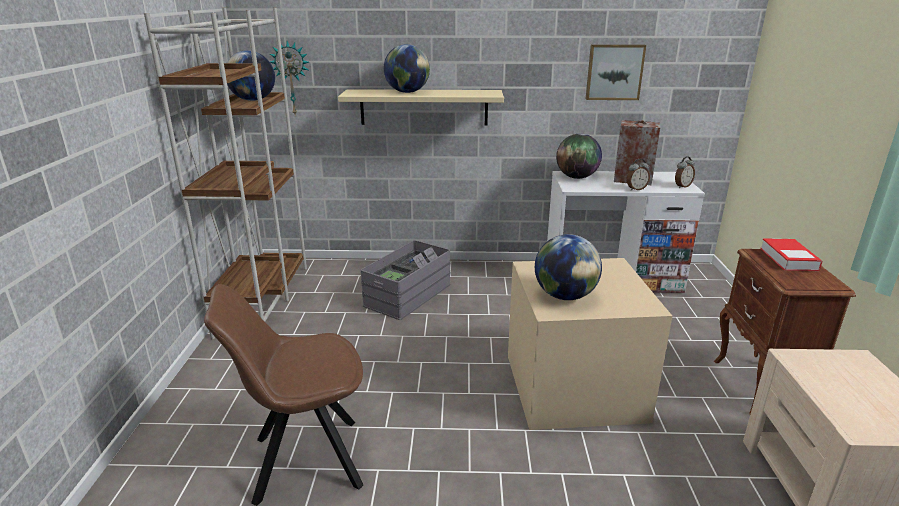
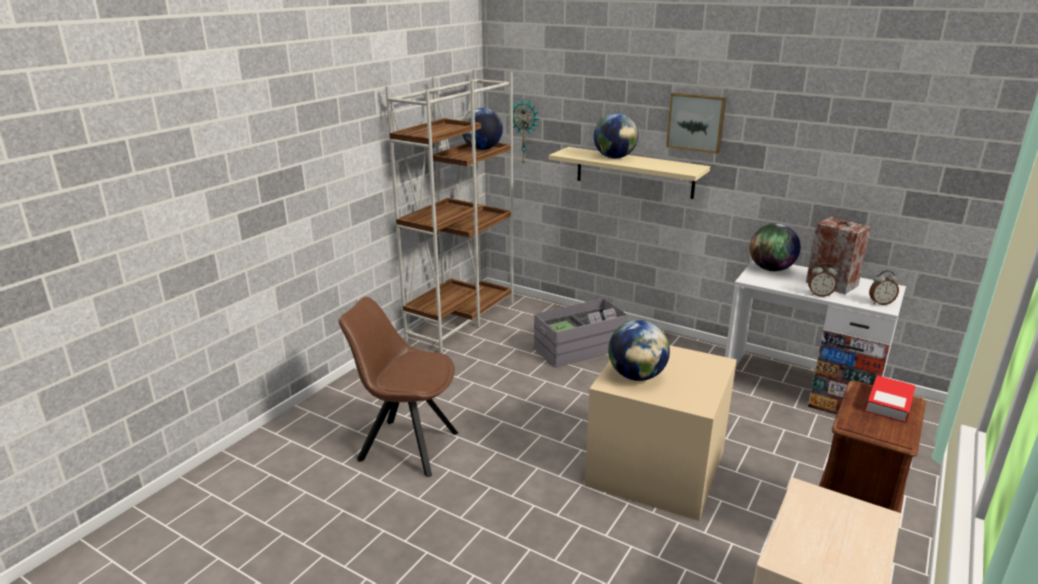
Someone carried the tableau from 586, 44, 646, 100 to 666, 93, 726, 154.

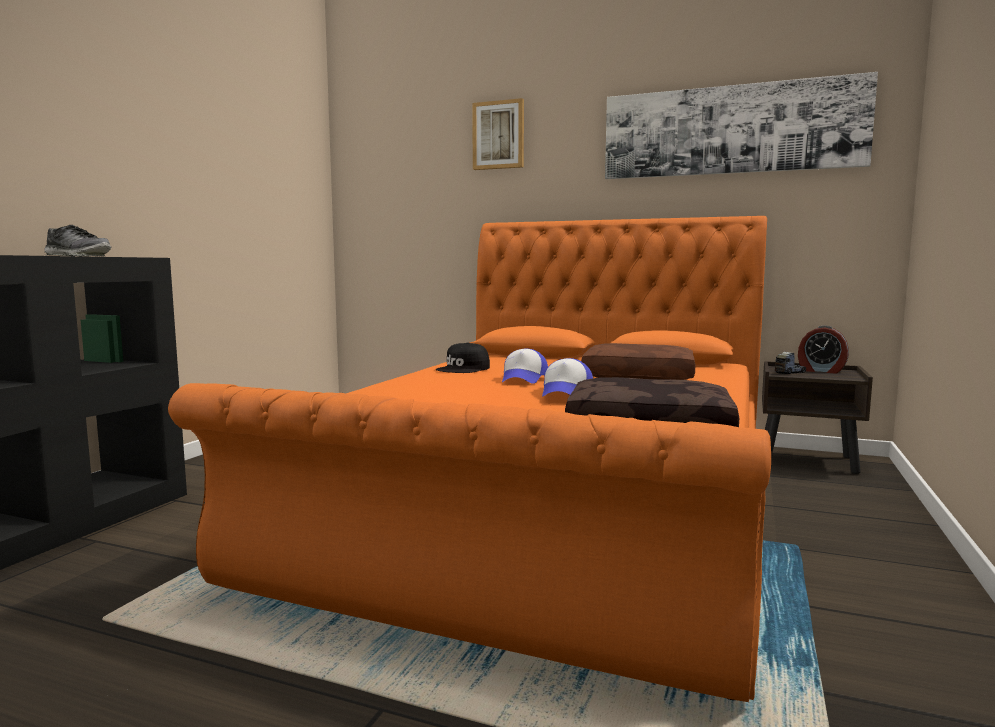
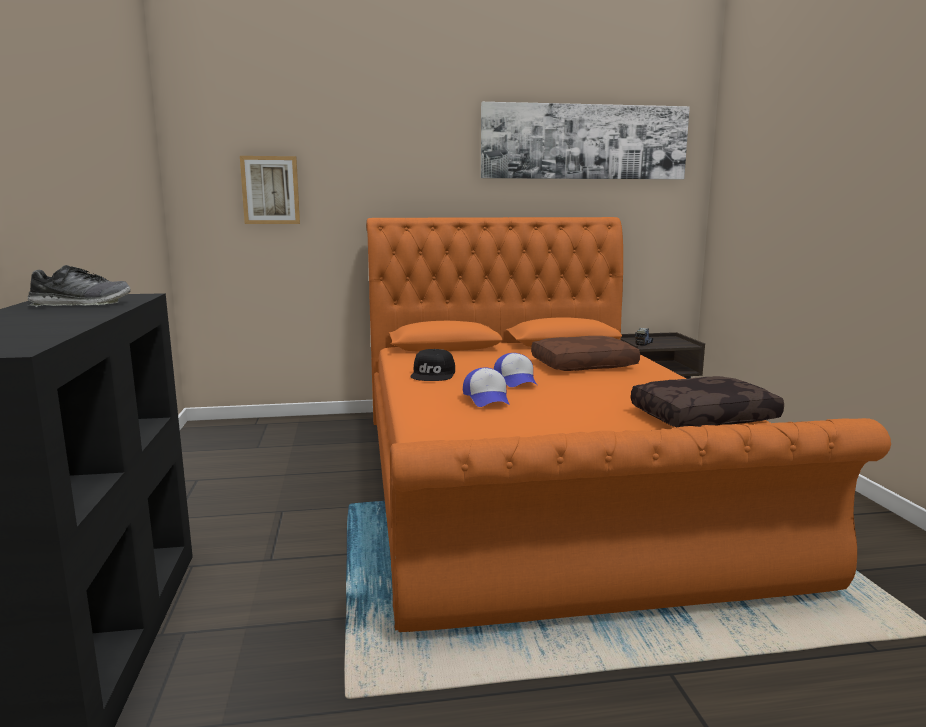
Someone carried the tableau from 472, 98, 524, 170 to 240, 156, 300, 224.
Someone took away the réveil at 798, 326, 849, 374.
Someone carried the casquette from 542, 358, 593, 396 to 463, 367, 510, 407.

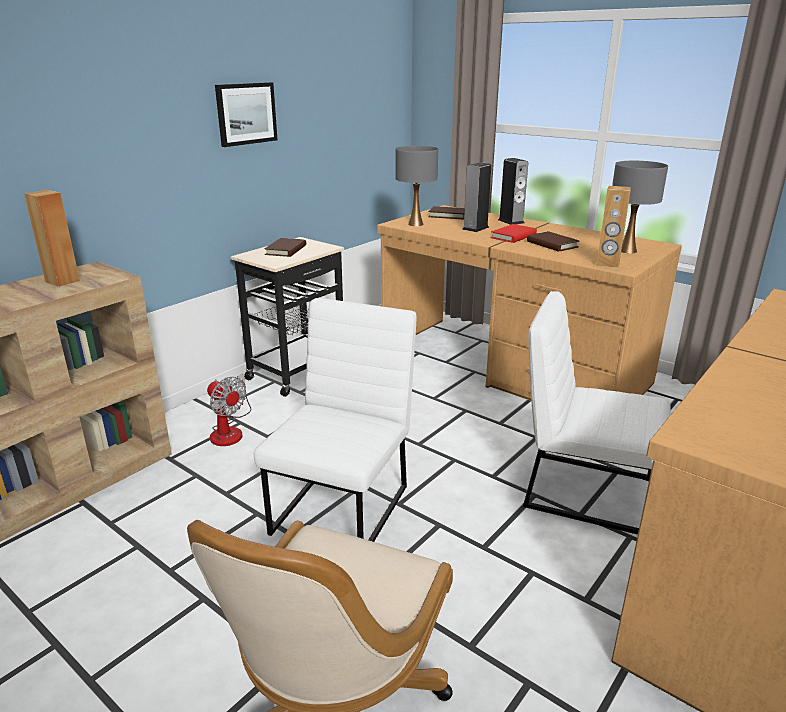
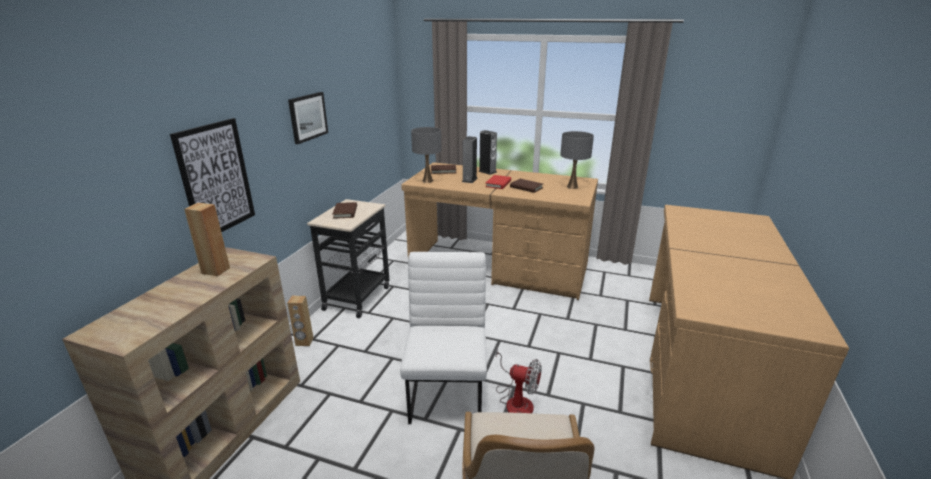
Someone carried the enceinte/marron from 597, 186, 631, 268 to 287, 296, 314, 346.
Someone took away the chaise/blanc at 523, 291, 671, 535.
Someone carried the ventilateur from 207, 374, 251, 446 to 495, 346, 542, 413.
Someone put up the tableau at 170, 118, 255, 232.

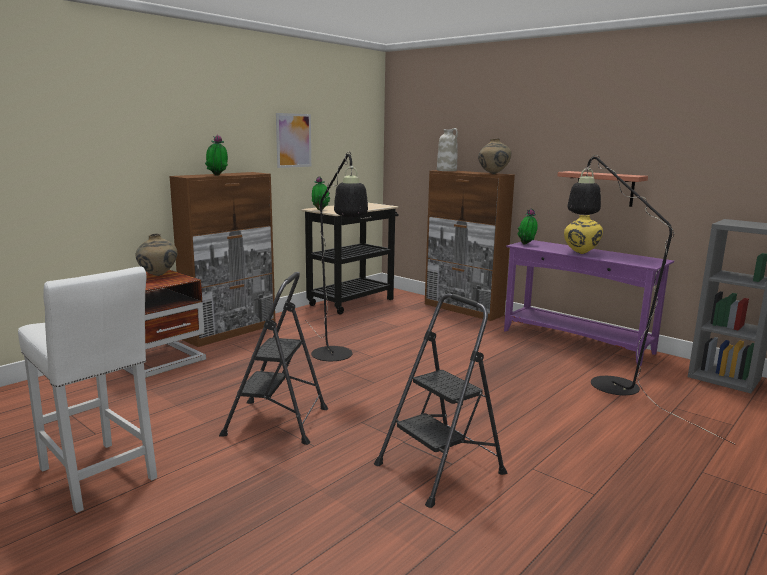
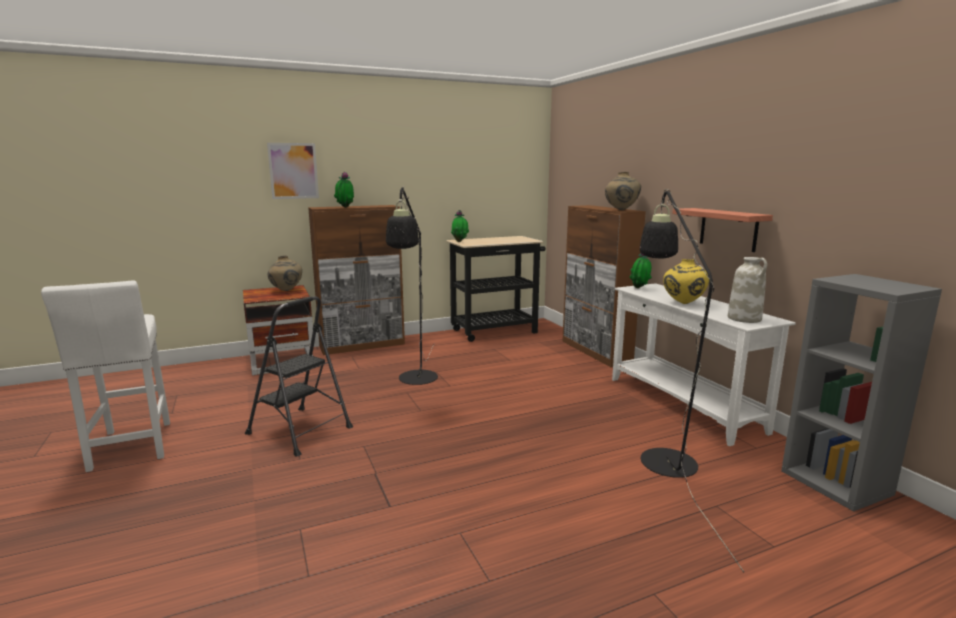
Someone carried the tableau from 276, 113, 311, 168 to 267, 143, 319, 199.
Someone carried the vase/blanc from 437, 128, 458, 171 to 728, 257, 767, 323.
Someone repainted the table console/violet at 504, 240, 674, 366, which became the table console/blanc at 612, 283, 796, 446.
Someone took away the escabeau/noir at 374, 294, 508, 508.

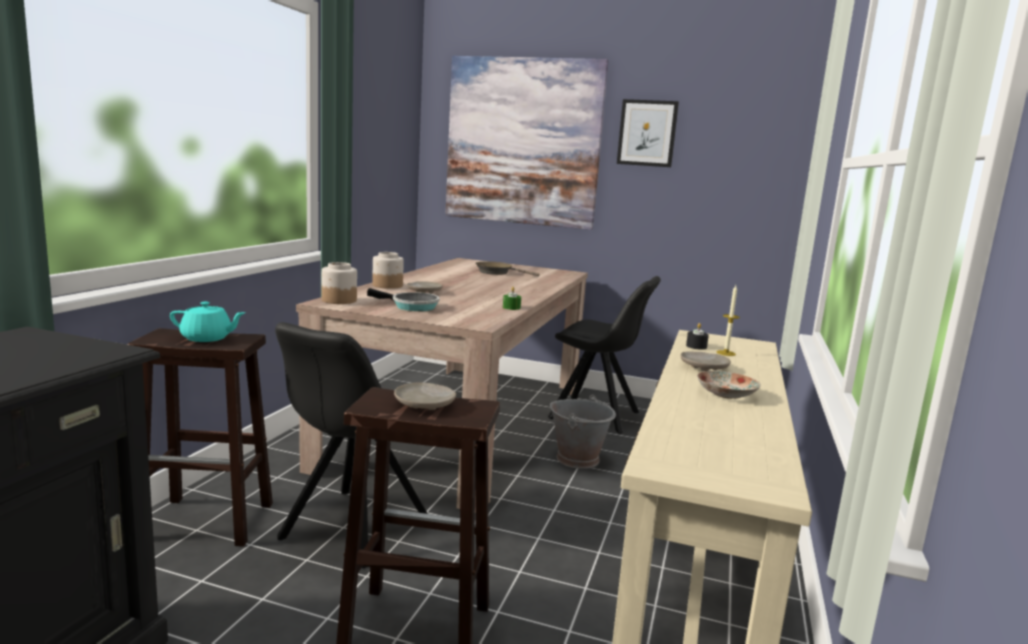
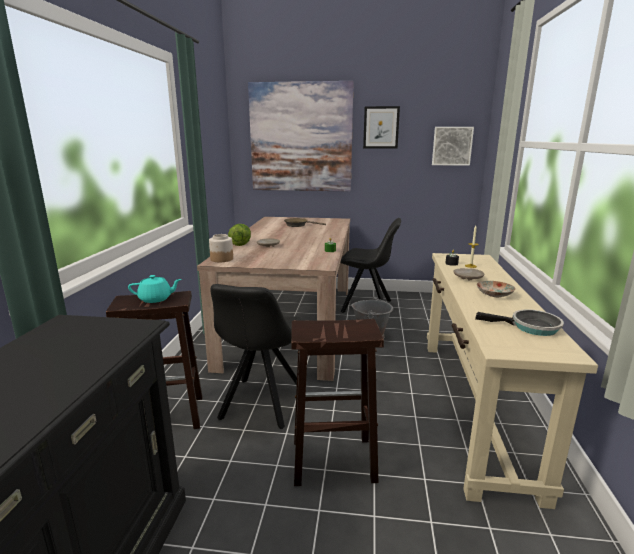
Someone swapped the bocal at 372, 252, 404, 289 for the laitue at 228, 224, 251, 246.
Someone carried the poêle from 367, 288, 440, 311 to 475, 309, 564, 336.
Someone took away the assiette/beige at 394, 382, 456, 410.
Someone put up the tableau at 432, 127, 474, 166.

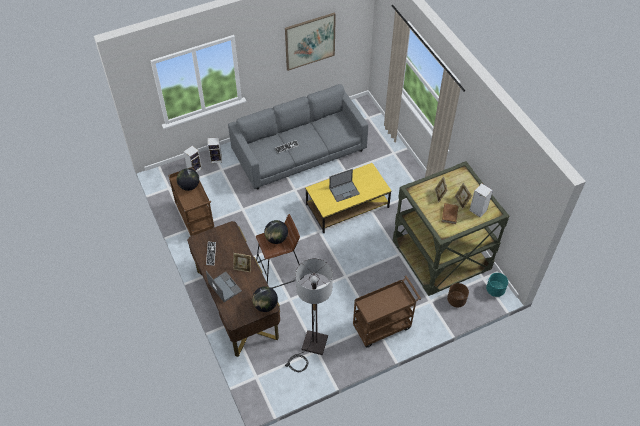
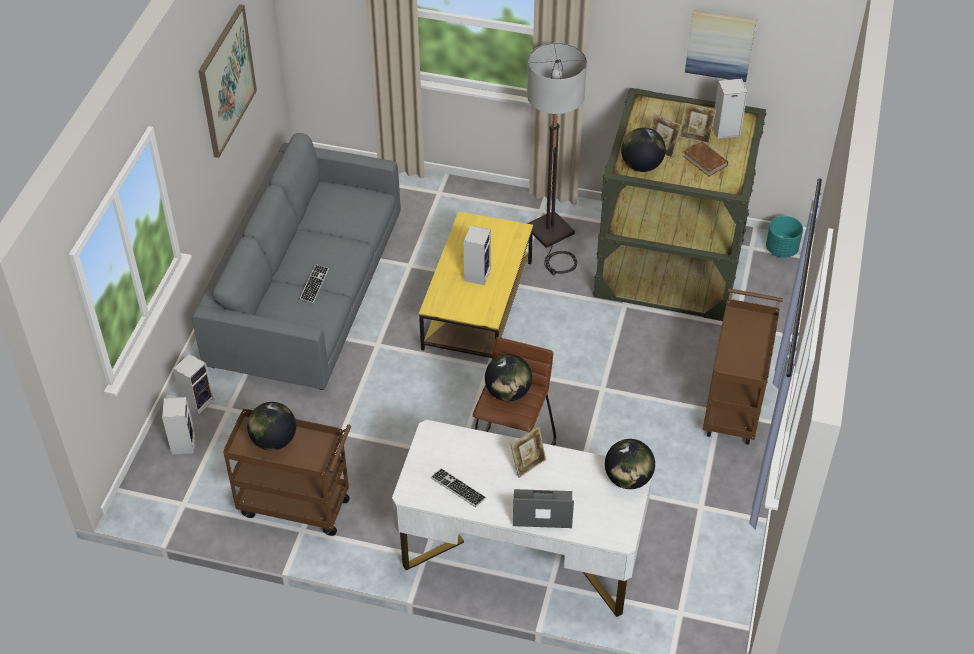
Someone swapped the ordinateur portable at 329, 169, 360, 202 for the enceinte at 464, 225, 491, 285.
Someone repainted the bureau/marron at 187, 221, 280, 357, which became the bureau/blanc at 392, 420, 652, 617.
Someone carried the lampadaire from 285, 258, 333, 372 to 527, 43, 587, 275.
Someone took away the cache-pot/marron at 447, 283, 469, 307.
Someone put up the tableau at 685, 10, 756, 82.
Someone put down the globe at 621, 128, 666, 172.

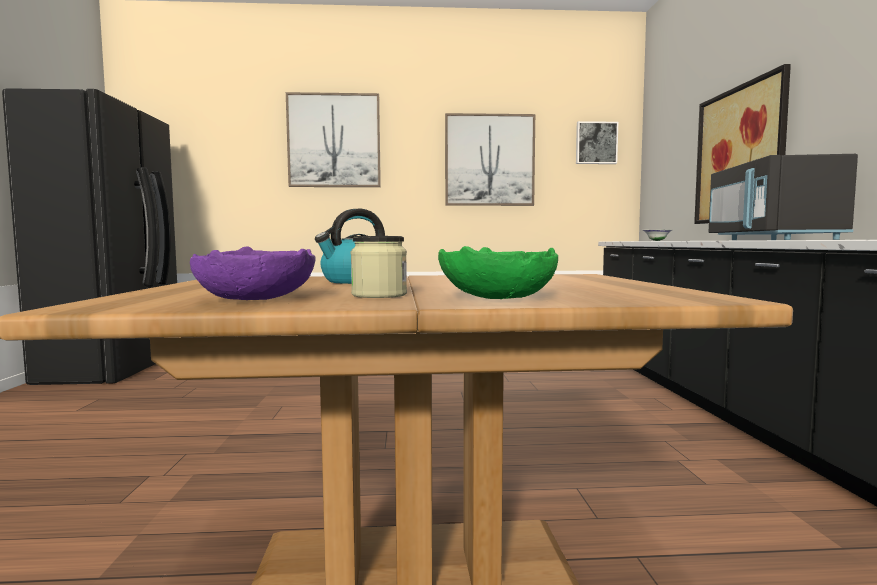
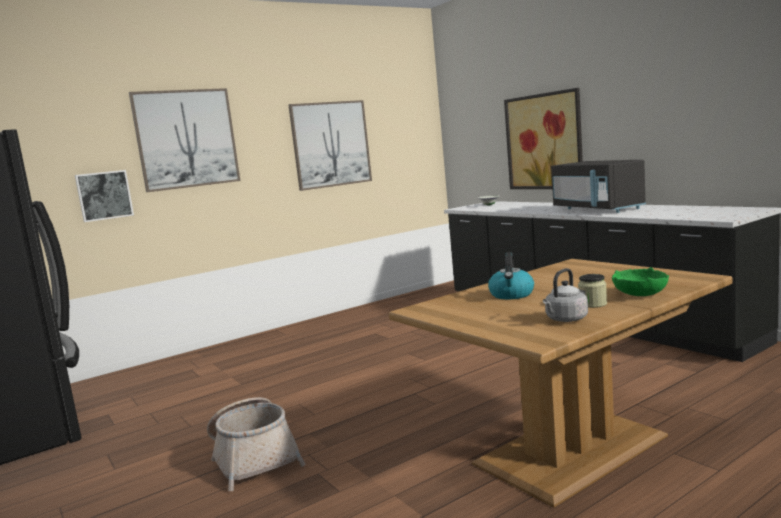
Someone carried the tableau from 576, 121, 618, 164 to 75, 170, 134, 222.
Someone swapped the bol/violet at 190, 246, 316, 300 for the bouilloire/gris at 543, 268, 588, 322.
Someone put down the panier at 207, 397, 305, 491.

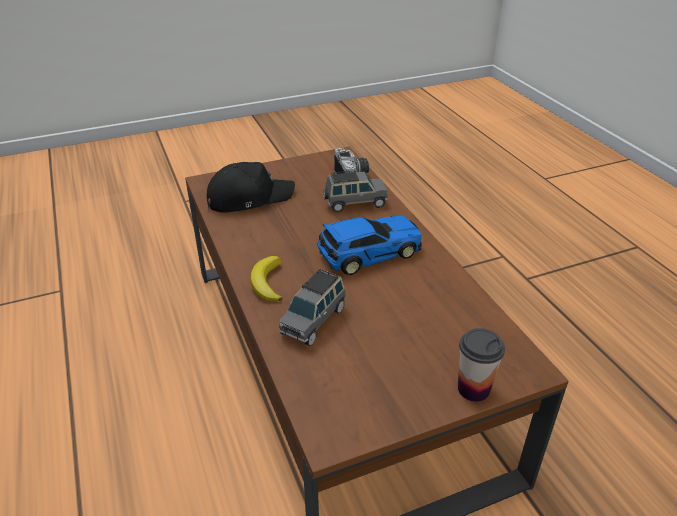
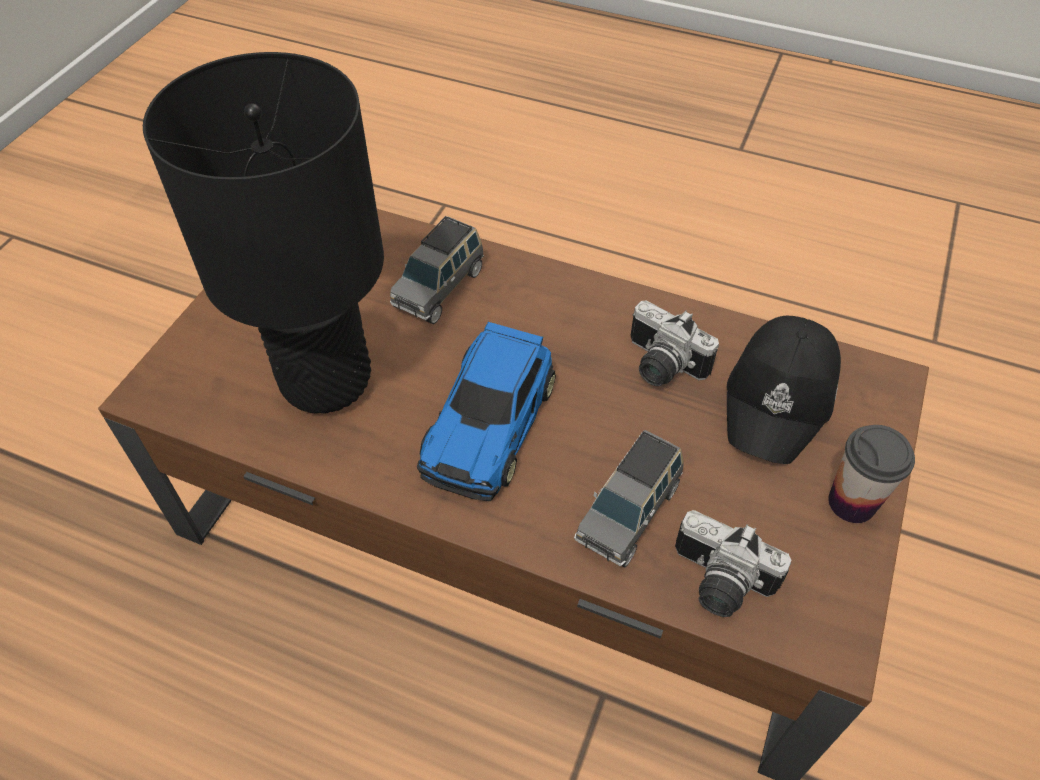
Someone took away the banane at 250, 256, 283, 302.
Someone rotated the petite voiture/gris at 278, 269, 346, 346 by 135 degrees counterclockwise.
Someone carried the tasse from 458, 328, 505, 402 to 828, 425, 915, 523.
Someone put down the lampe de table/noir at 143, 52, 384, 414.
Someone put down the appareil photo at 631, 300, 719, 386.

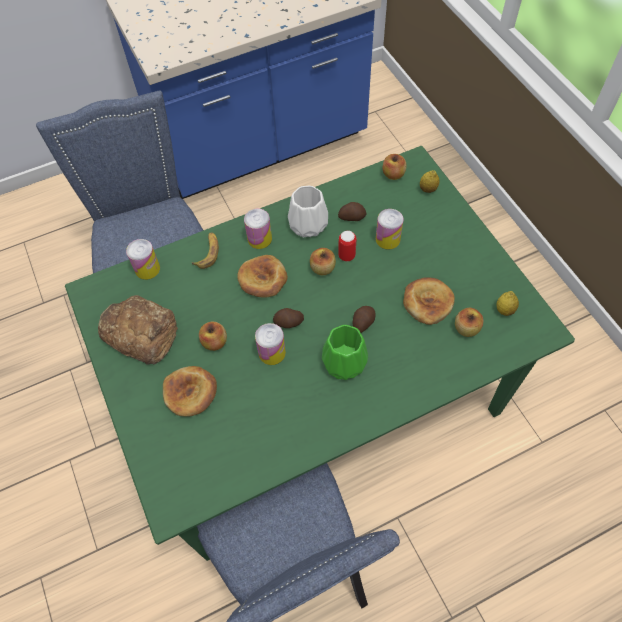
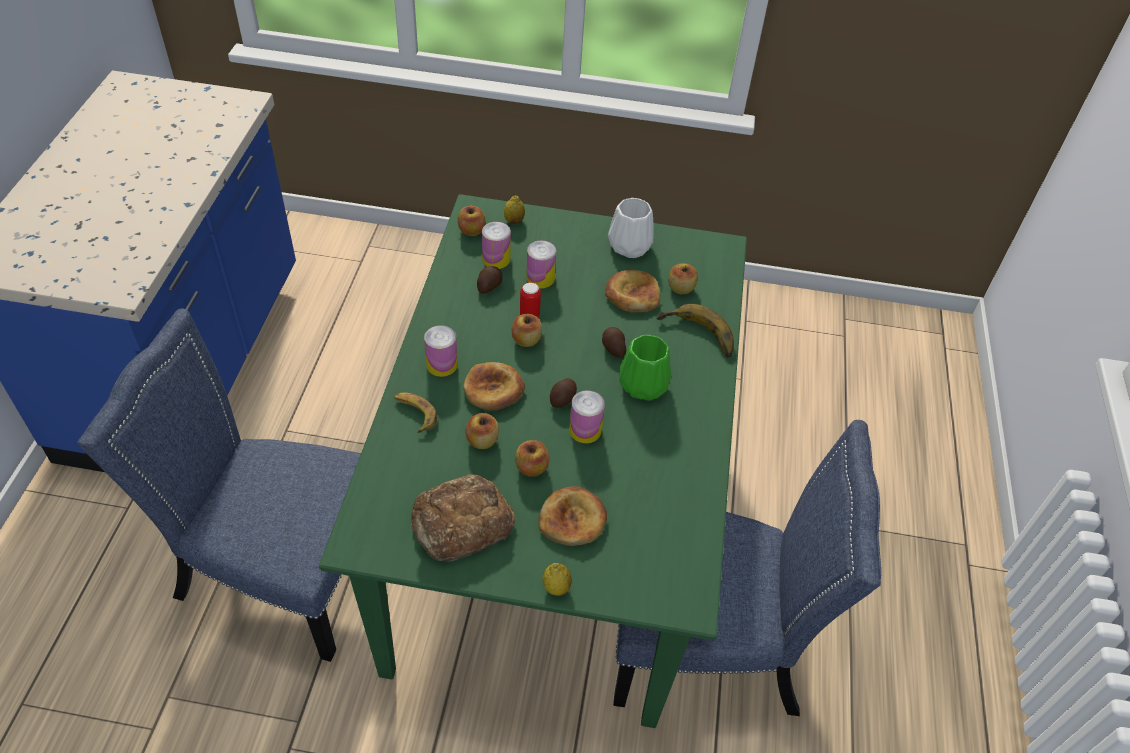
Someone carried the vase/blanc from 288, 186, 328, 237 to 608, 198, 654, 258.
Someone carried the boîte métallique from 126, 239, 160, 280 to 482, 222, 511, 269.
Someone carried the citron from 497, 291, 519, 316 to 543, 563, 572, 596.
Someone put down the banane at 656, 303, 734, 358.
Someone put down the pomme at 465, 413, 499, 449.

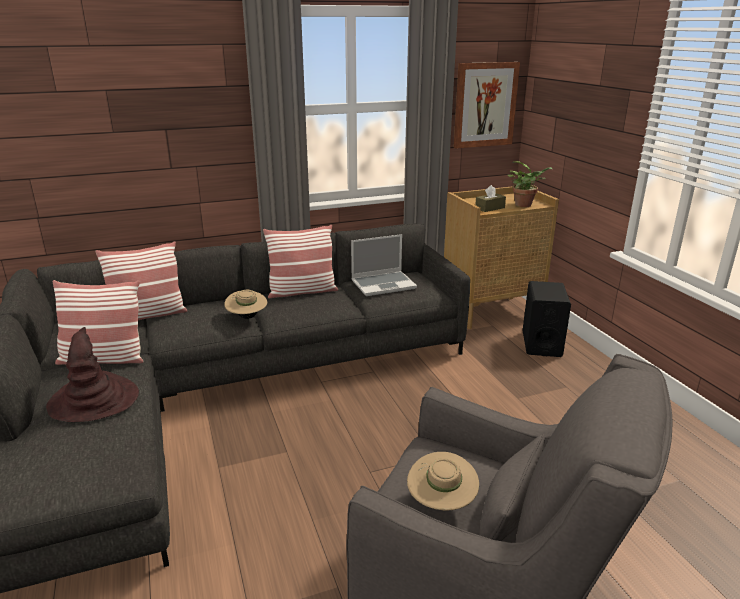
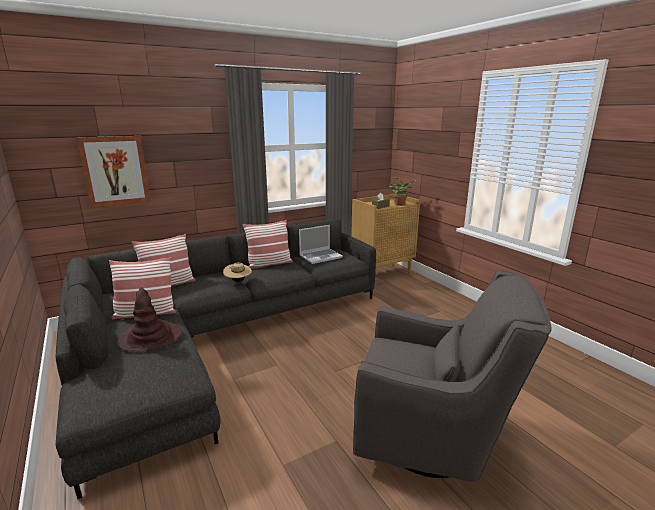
Someone carried the tableau from 454, 62, 520, 148 to 77, 136, 151, 208.
Someone took away the enceinte/noir at 523, 281, 571, 357.
Someone took away the chapeau/beige at 407, 452, 479, 510.

